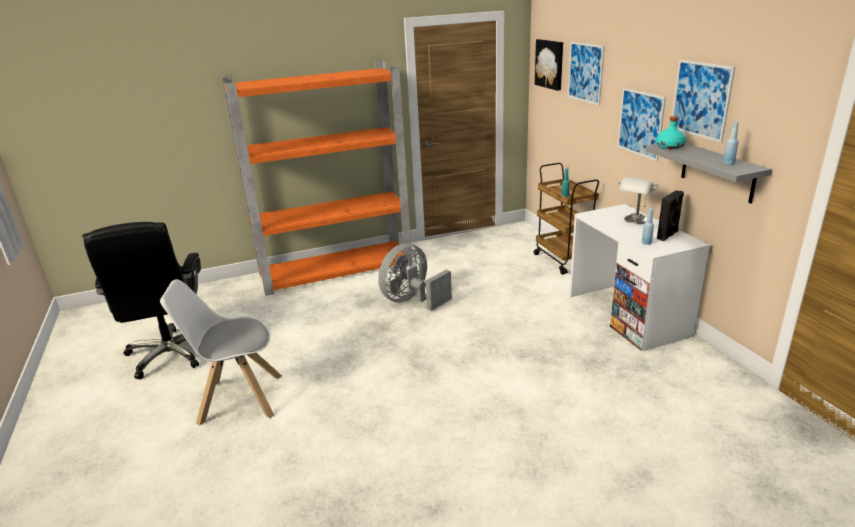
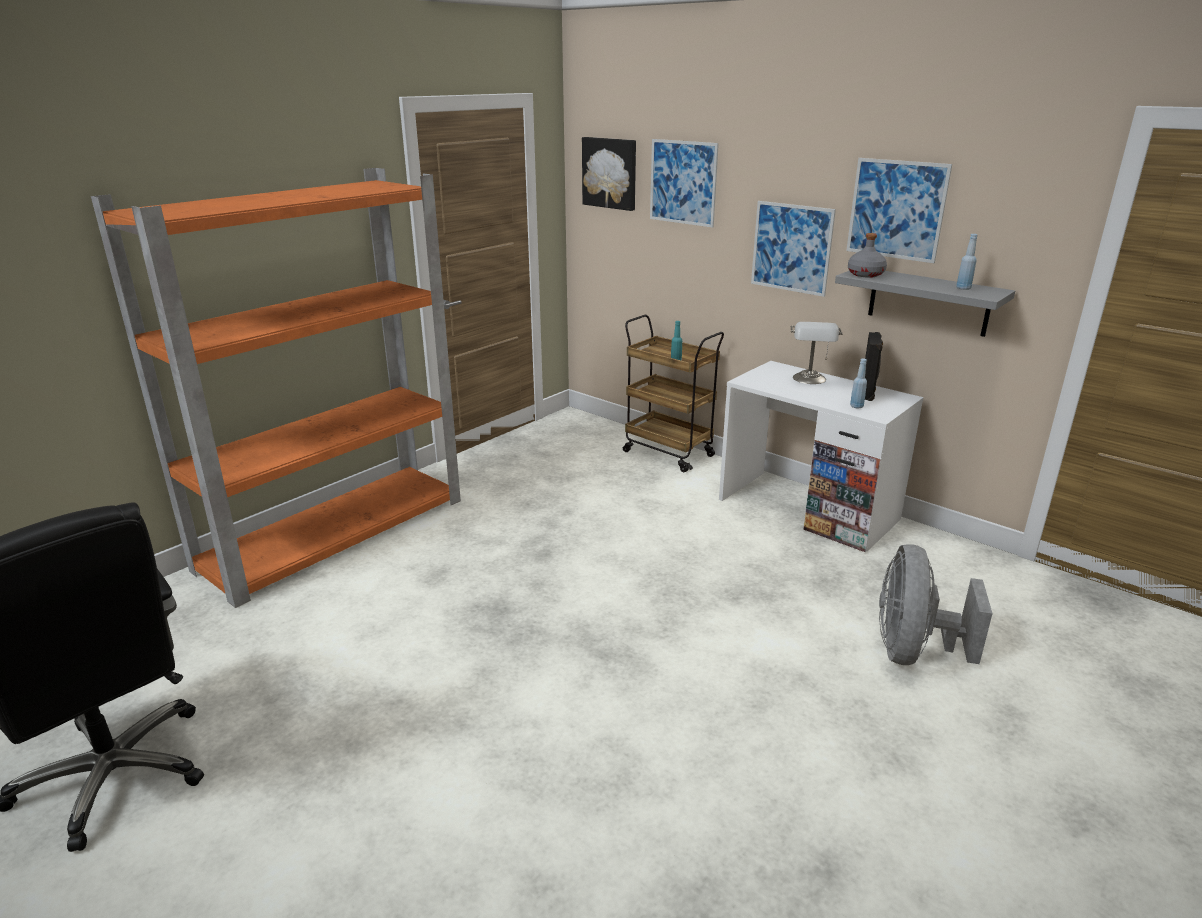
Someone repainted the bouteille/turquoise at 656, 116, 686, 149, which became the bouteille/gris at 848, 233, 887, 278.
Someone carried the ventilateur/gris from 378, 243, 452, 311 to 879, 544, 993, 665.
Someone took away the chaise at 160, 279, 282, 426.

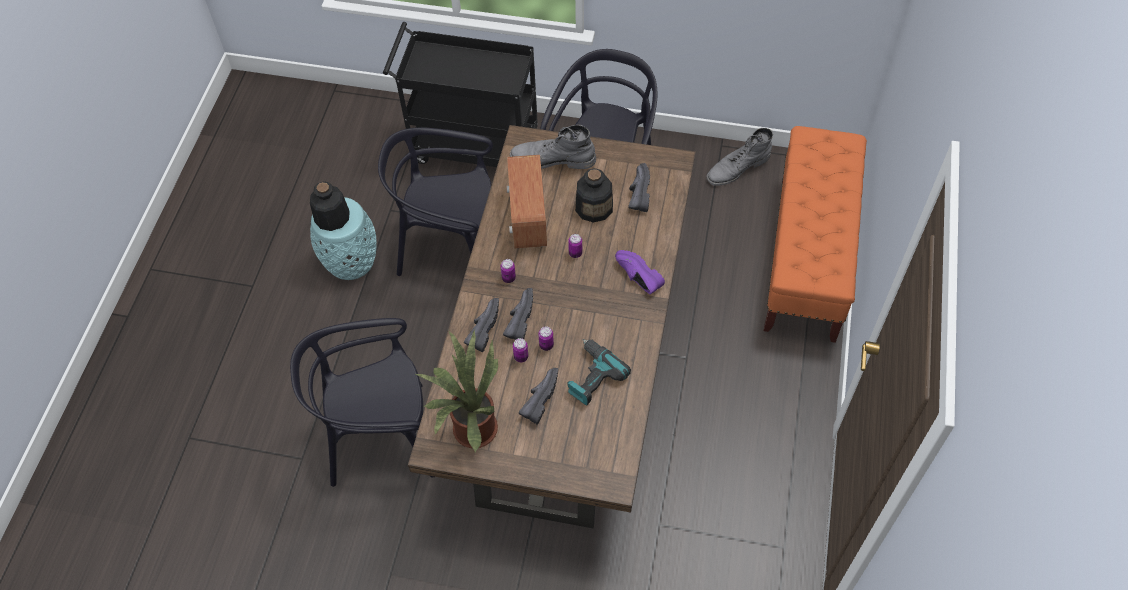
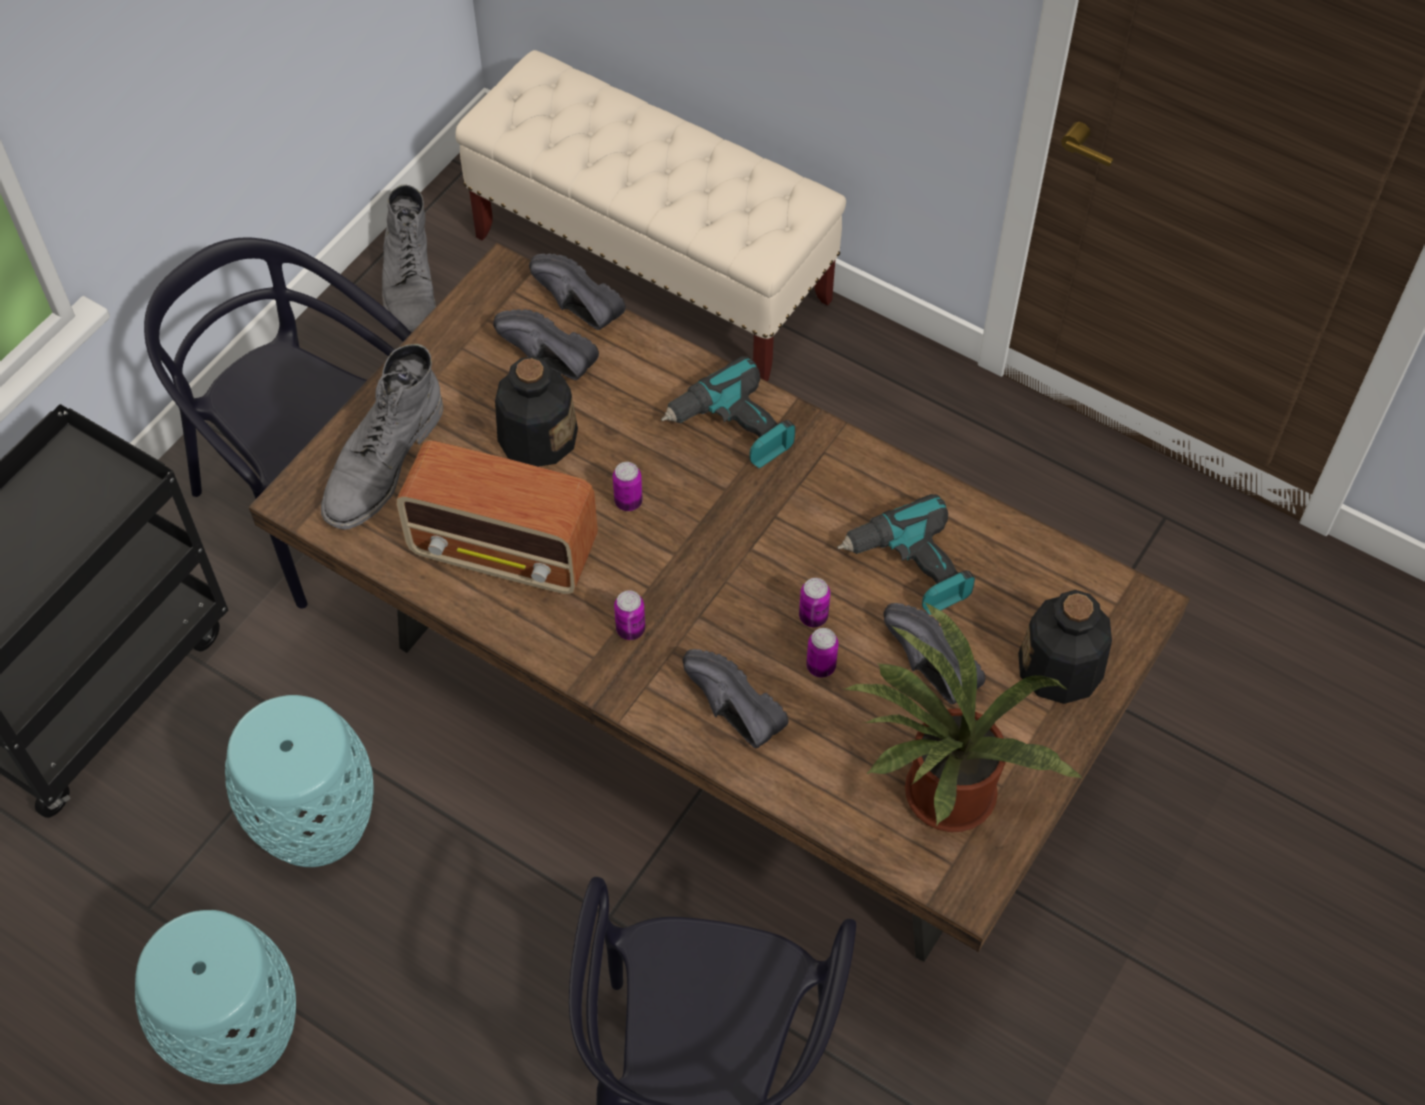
Someone repainted the banc/orange at 764, 126, 867, 343, which became the banc/beige at 455, 50, 846, 381.
Someone swapped the chaise/noir at 378, 128, 493, 276 for the tabouret/turquoise at 225, 695, 374, 867.
Someone carried the bouteille from 310, 181, 350, 231 to 1018, 590, 1112, 704.
Someone swapped the chaussure/violet at 615, 250, 665, 294 for the perceuse at 661, 357, 795, 468.
Someone carried the chaussure/noir from 503, 288, 533, 340 to 529, 254, 626, 330.

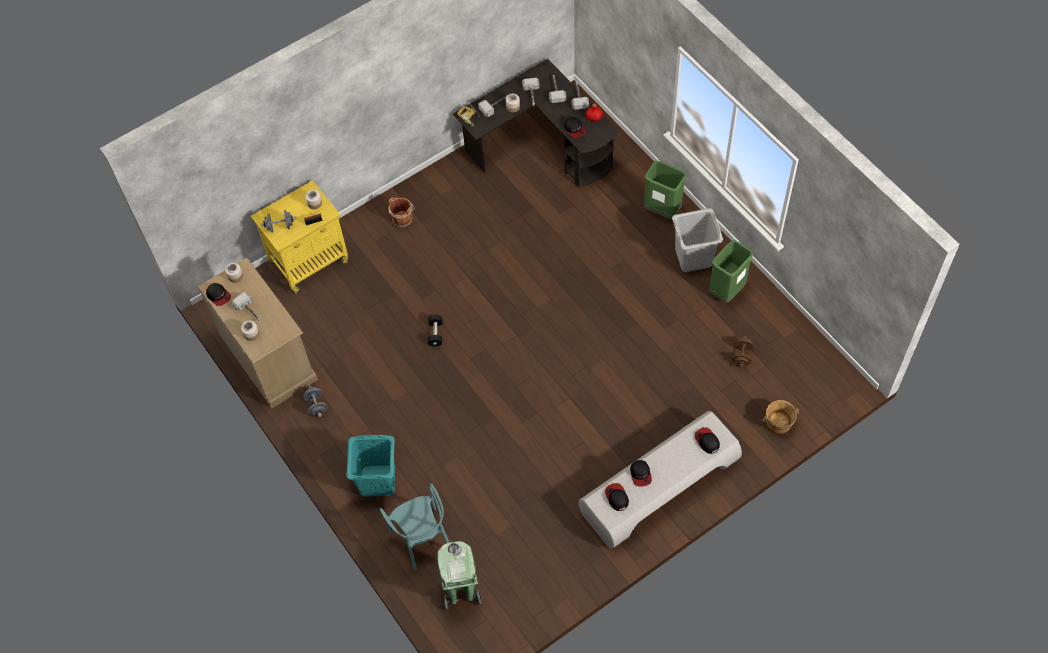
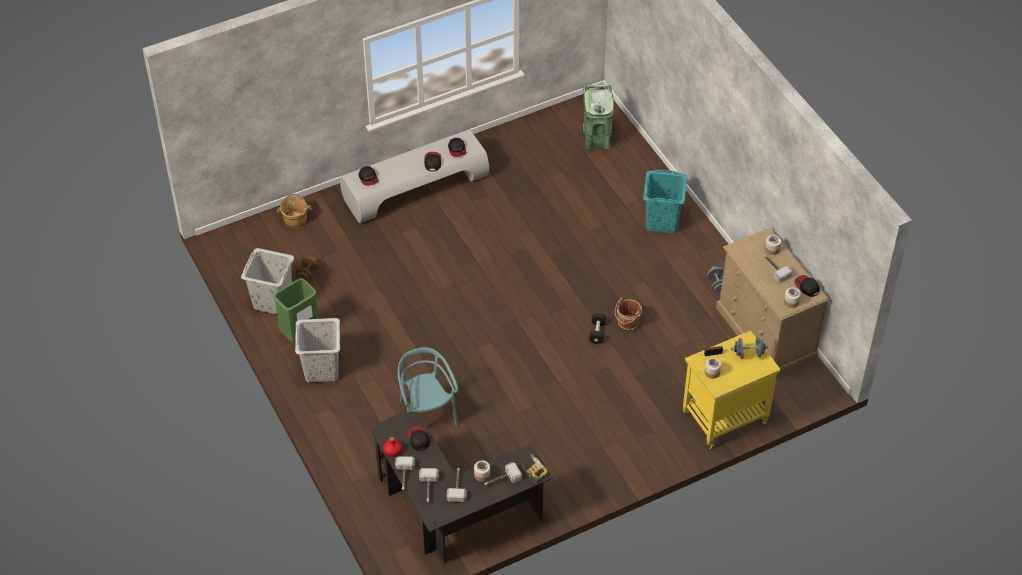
Someone took away the poubelle/vert at 644, 161, 686, 219.
Someone carried the seau/marron from 388, 198, 414, 227 to 615, 298, 642, 331.
Someone carried the chaise/turquoise from 380, 483, 449, 571 to 398, 347, 458, 426.
Someone put down the panier à linge/gris at 241, 248, 294, 314.

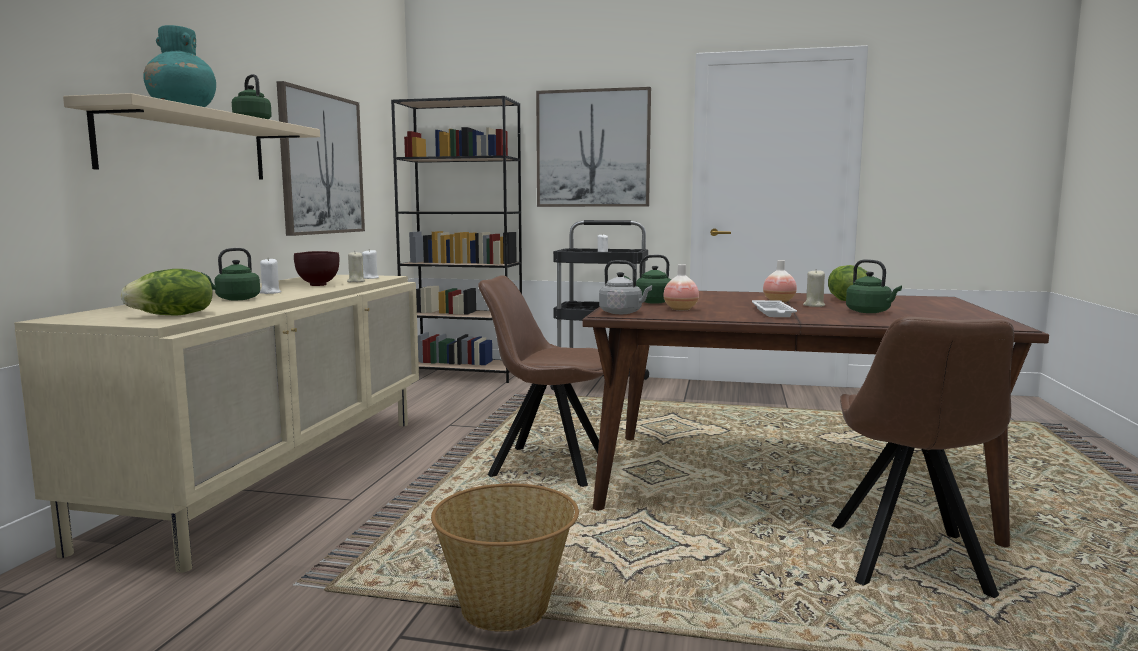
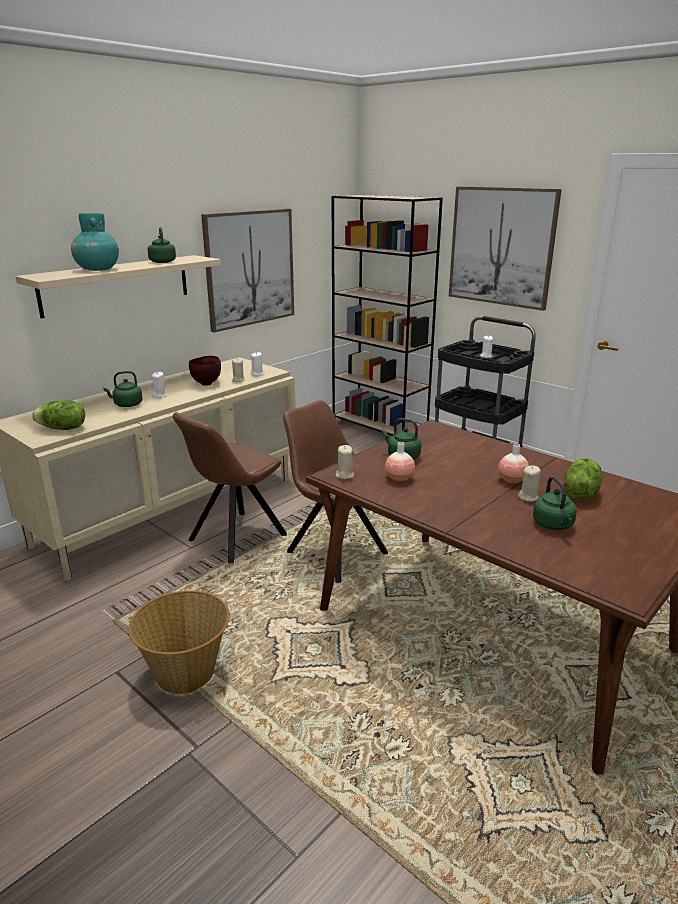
Someone swapped the bouilloire/gris at 599, 260, 652, 314 for the bougie/beige at 336, 445, 354, 479.
Someone took away the plateau/blanc at 752, 300, 797, 317.
Someone carried the chaise/marron from 831, 317, 1014, 598 to 173, 412, 287, 564.

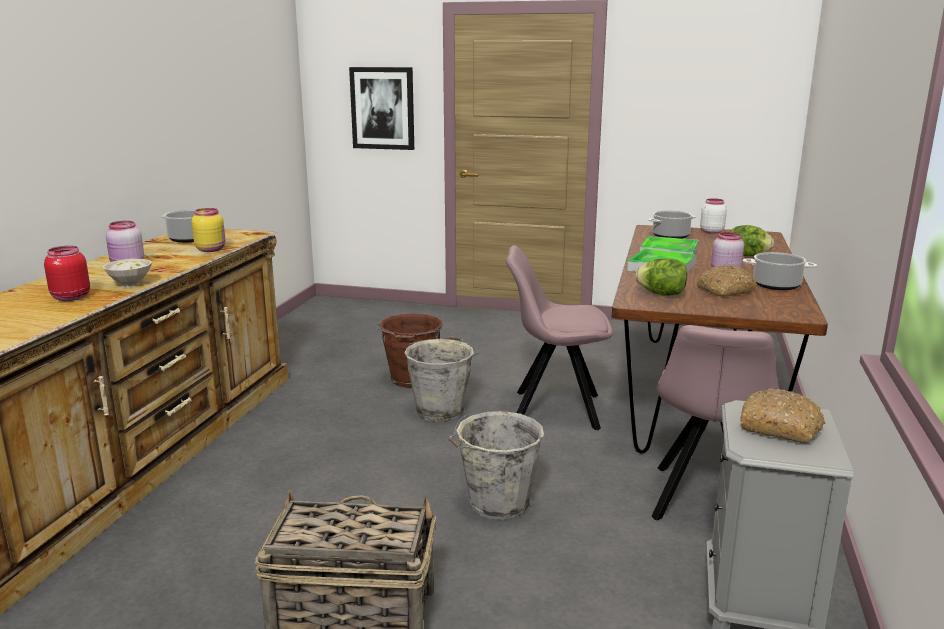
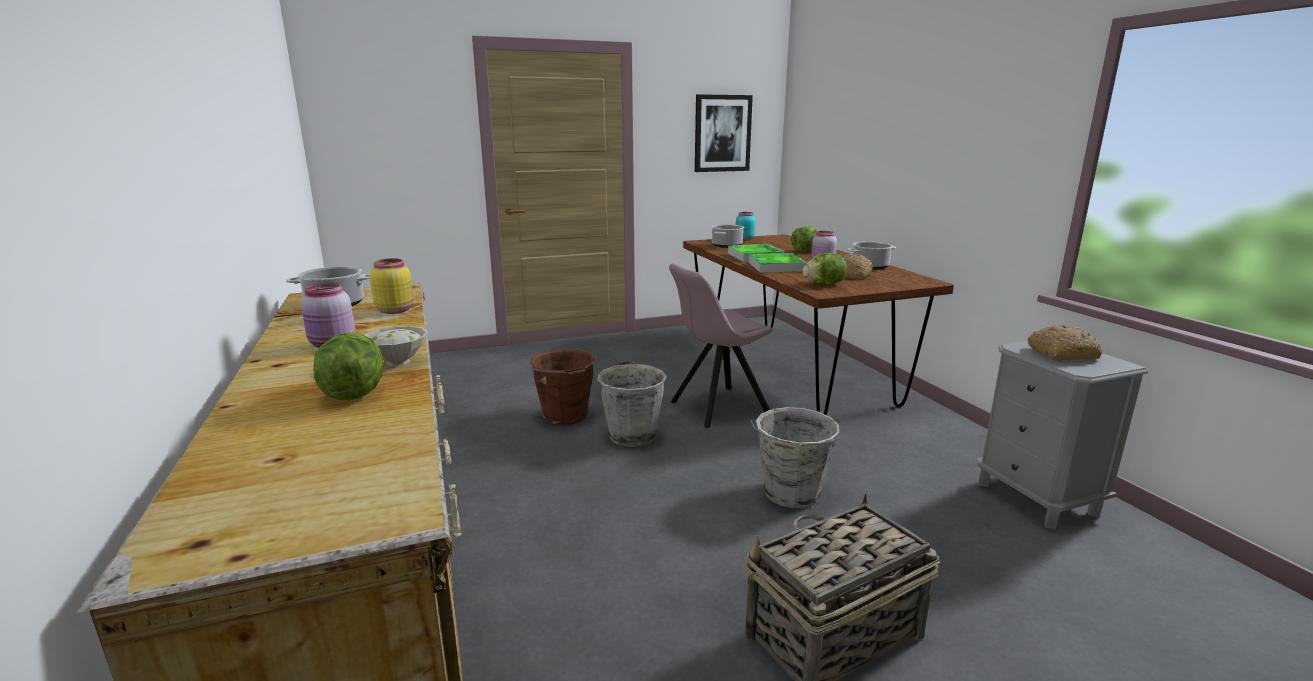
Someone carried the tableau from 349, 67, 414, 150 to 695, 94, 753, 172.
Someone repainted the bocal/blanc at 700, 198, 727, 234, which became the bocal/turquoise at 736, 212, 756, 240.
Someone swapped the bocal/rouge at 44, 246, 90, 301 for the laitue at 314, 333, 383, 400.
Someone took away the chaise/rose at 652, 325, 779, 520.

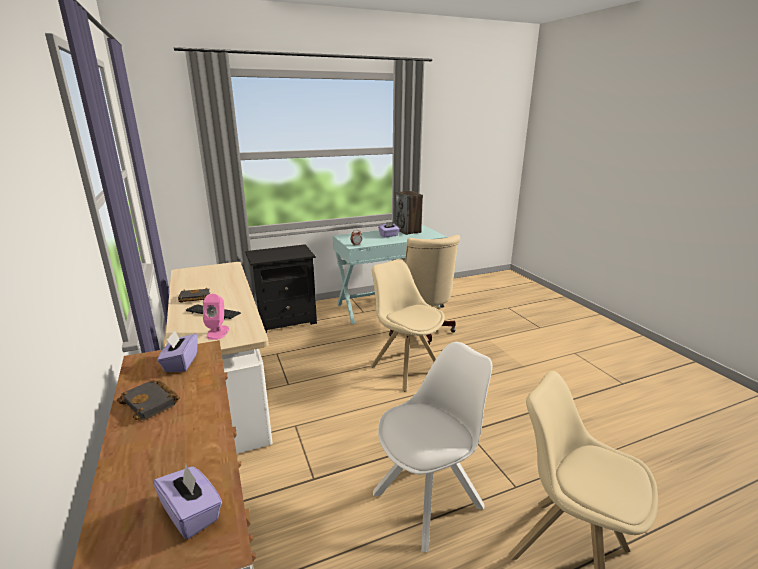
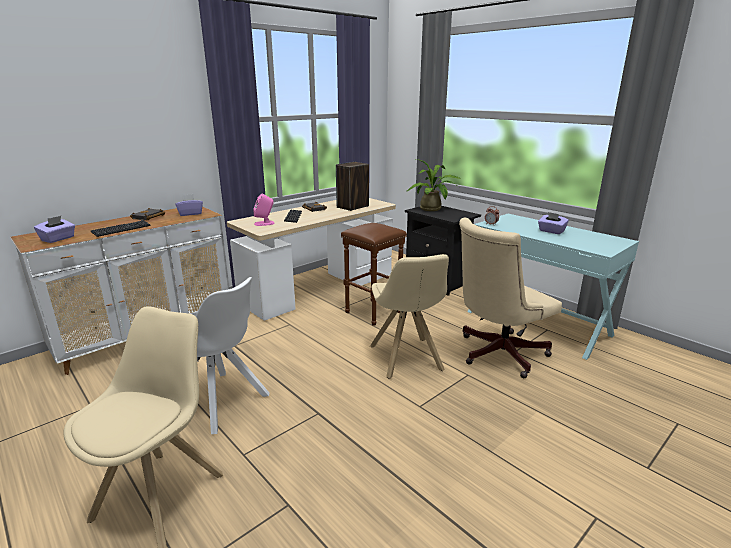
Someone carried the enceinte from 395, 191, 423, 235 to 336, 162, 369, 211.
Someone rotated the chaise/beige at 371, 259, 445, 391 by 135 degrees clockwise.
Someone put down the plante en pot at 407, 159, 461, 211.
Someone put down the clavier at 91, 220, 151, 237.
Someone put down the tabouret/marron at 341, 223, 407, 326.

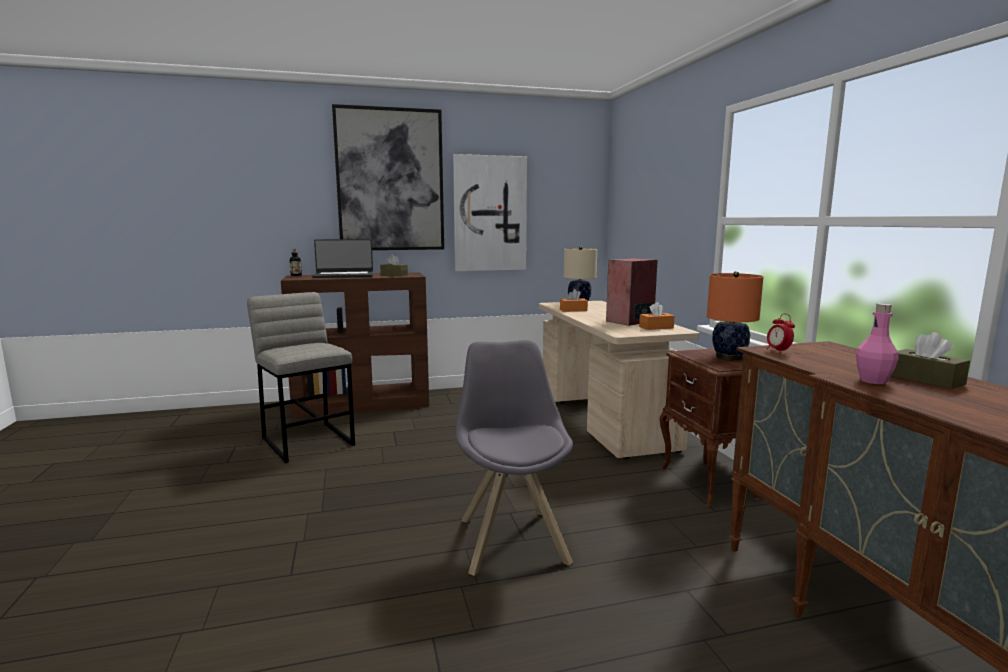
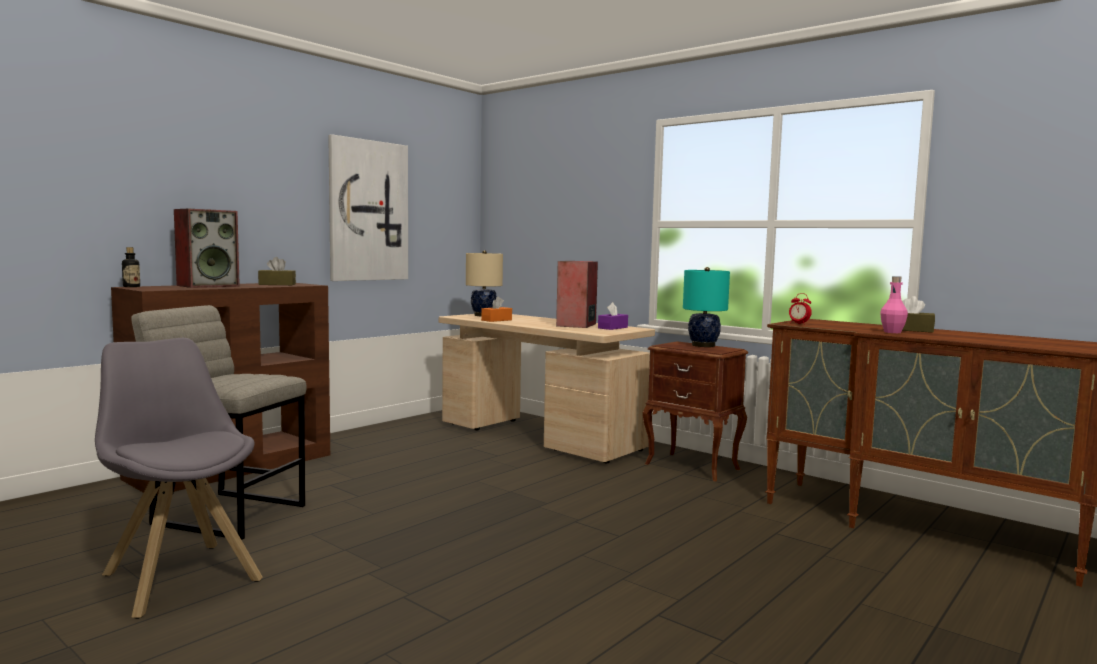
Someone took away the tableau at 332, 104, 444, 250.
Someone swapped the ordinateur portable at 312, 239, 373, 278 for the enceinte at 174, 209, 240, 288.
Someone repainted the lampe de table/orange at 707, 271, 763, 360, which became the lampe de table/turquoise at 683, 267, 730, 347.
Someone repainted the boîte à mouchoirs/orange at 639, 302, 674, 330, which became the boîte à mouchoirs/violet at 598, 302, 628, 330.
Someone carried the chaise/gris from 456, 340, 573, 576 to 95, 338, 263, 619.

